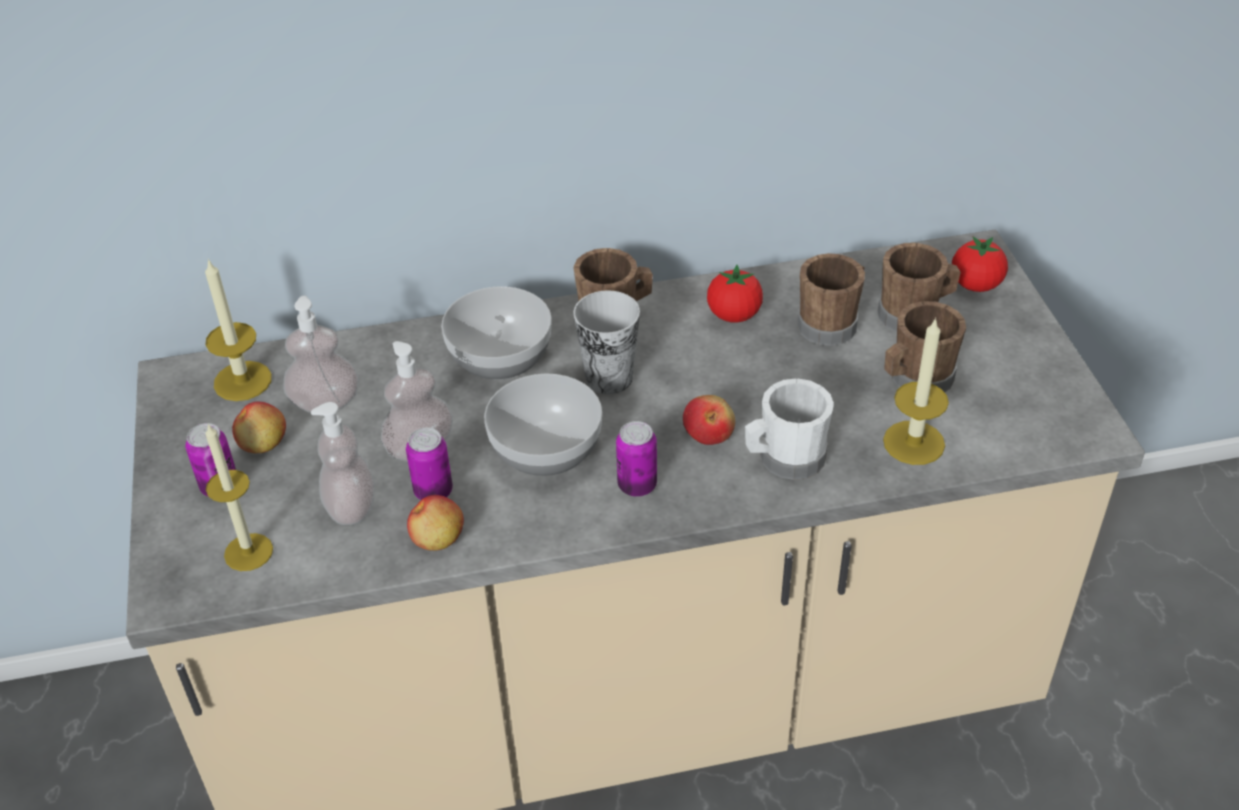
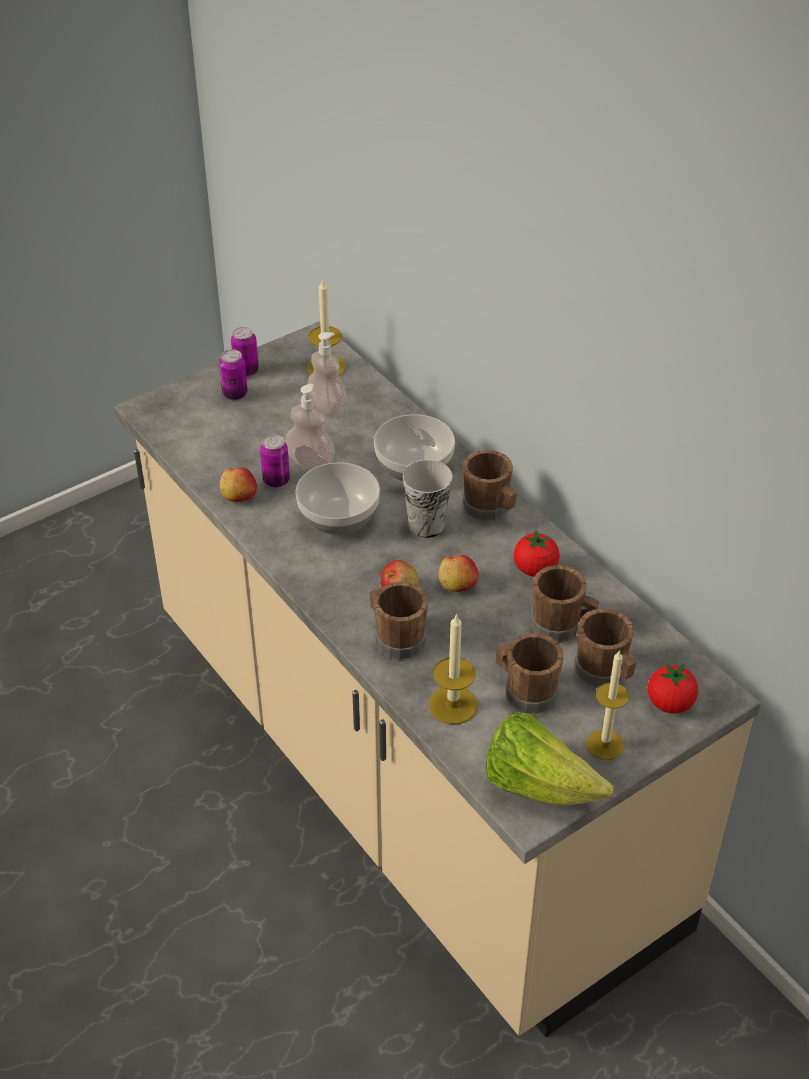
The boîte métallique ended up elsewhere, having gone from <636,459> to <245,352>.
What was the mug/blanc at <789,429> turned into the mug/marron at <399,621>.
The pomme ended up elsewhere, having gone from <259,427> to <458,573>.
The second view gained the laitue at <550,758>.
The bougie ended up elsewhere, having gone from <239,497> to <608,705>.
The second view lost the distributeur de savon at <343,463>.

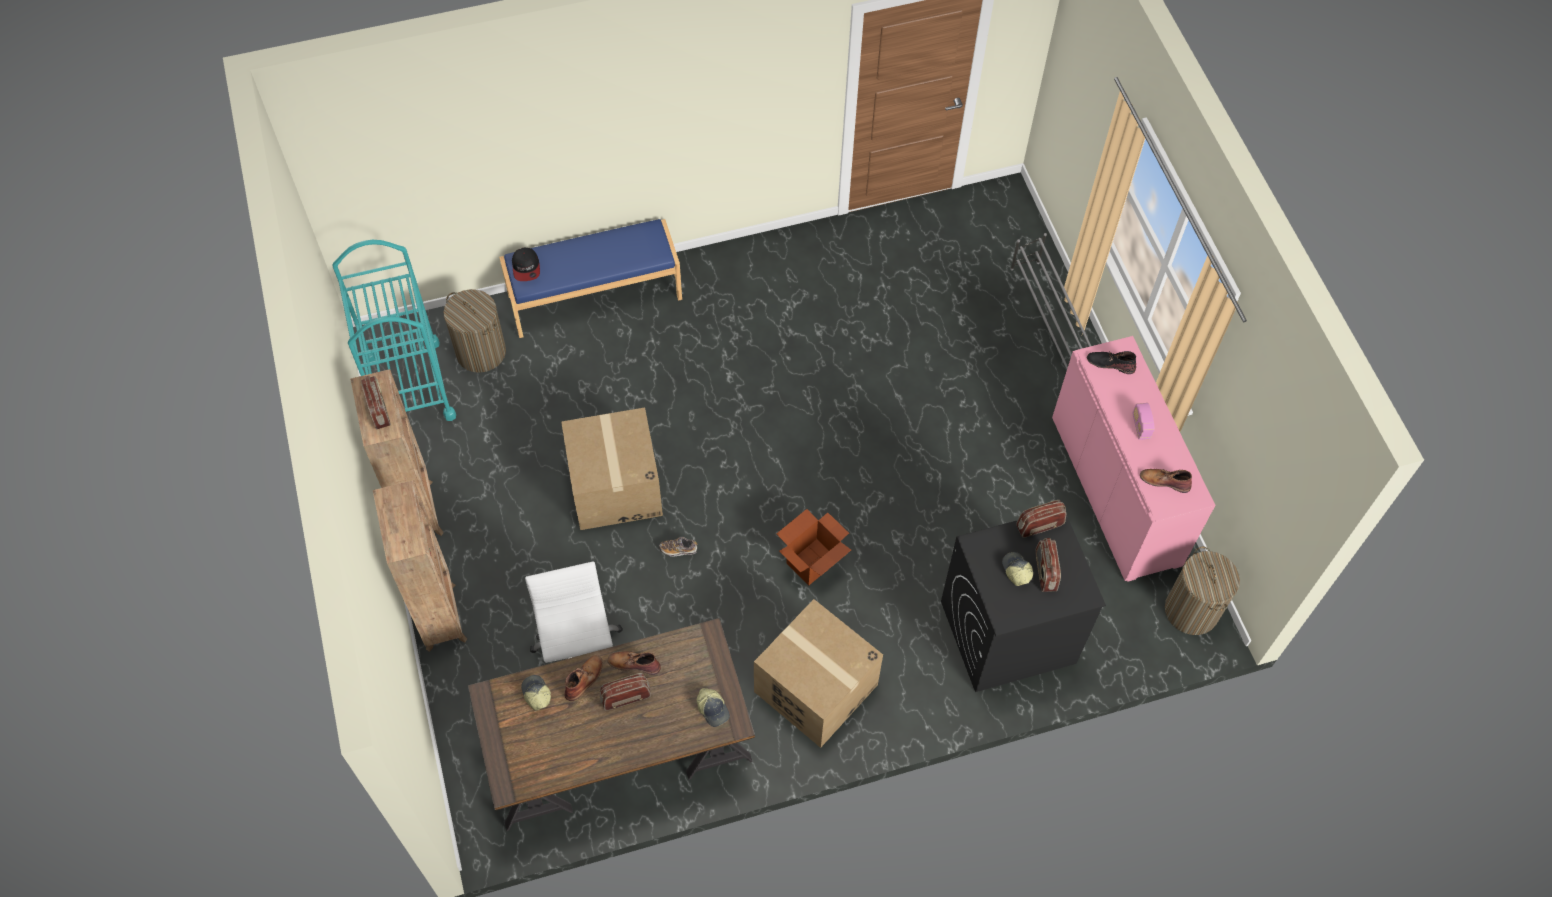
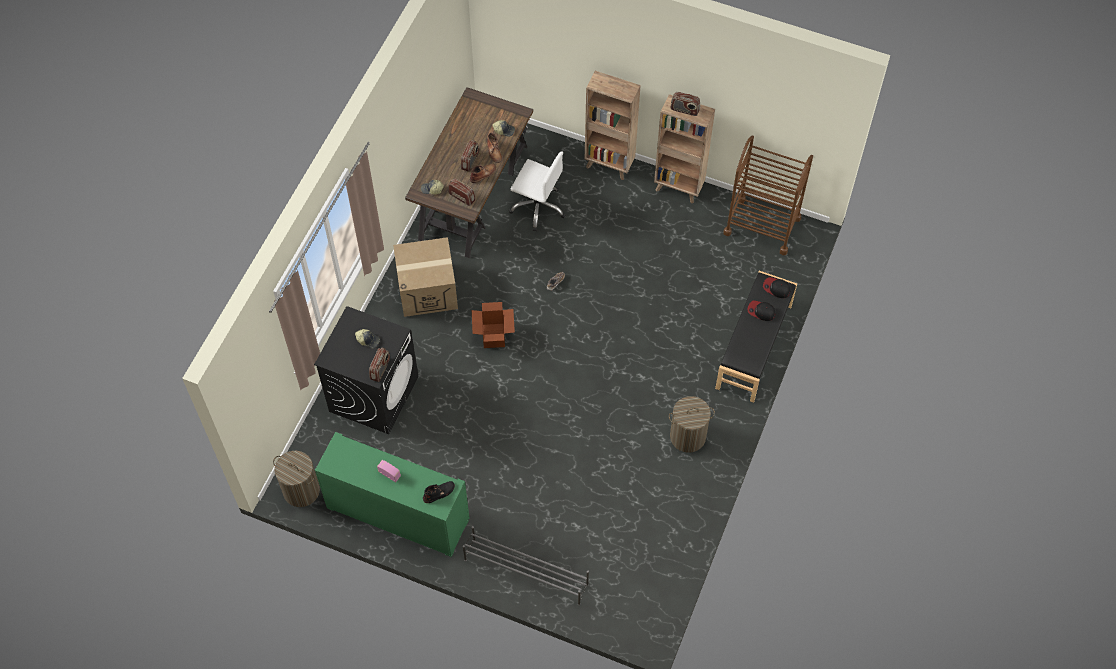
What was the meuble de rangement/rose at <1134,459> turned into the meuble de rangement/vert at <392,494>.
The radio ended up elsewhere, having gone from <1048,565> to <462,192>.
The panier à linge ended up elsewhere, having gone from <474,331> to <692,424>.
What was the banc/bleu at <590,278> turned into the banc/noir at <756,337>.
What was the chariot/turquoise at <394,330> turned into the chariot/marron at <768,195>.
The second view gained the casquette at <761,311>.
The second view lost the carton at <612,468>.
The second view lost the botte/marron at <1166,481>.

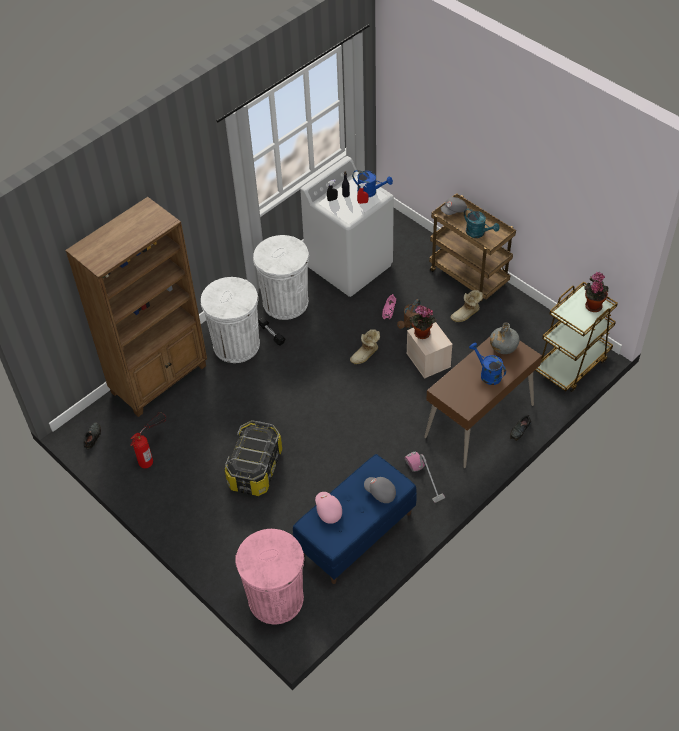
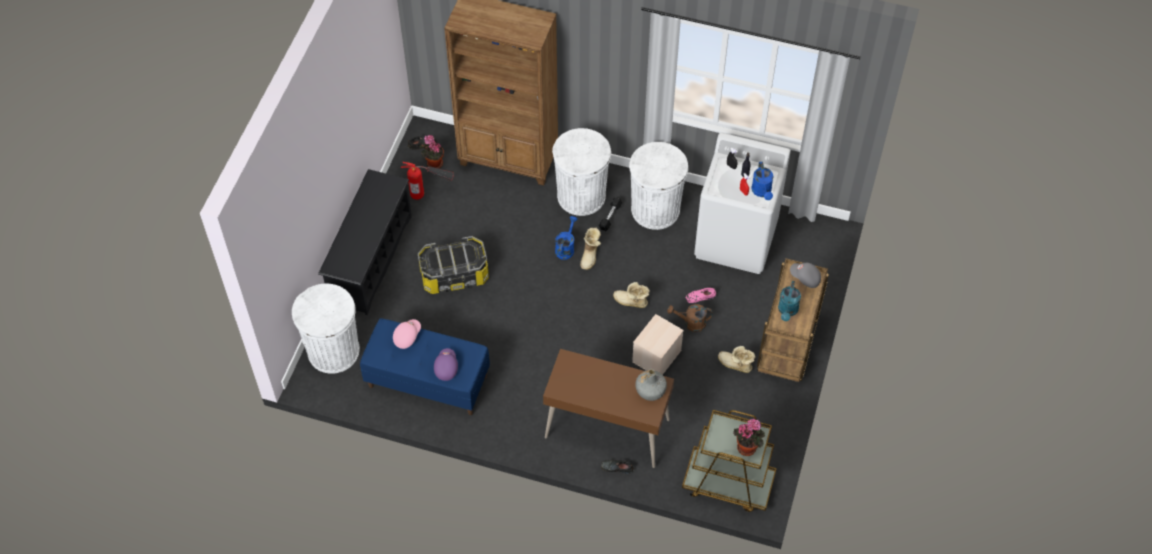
What was the poubelle/rose at <269,577> turned into the poubelle/blanc at <325,328>.
The second view gained the étagère à chaussures/noir at <365,242>.
The plante en pot ended up elsewhere, having gone from <423,322> to <432,151>.
What was the casquette/gris at <380,490> turned into the casquette/violet at <446,364>.
The arrosoir/bleu ended up elsewhere, having gone from <487,363> to <566,238>.
The second view gained the botte at <590,249>.
The second view lost the aspirateur at <425,477>.

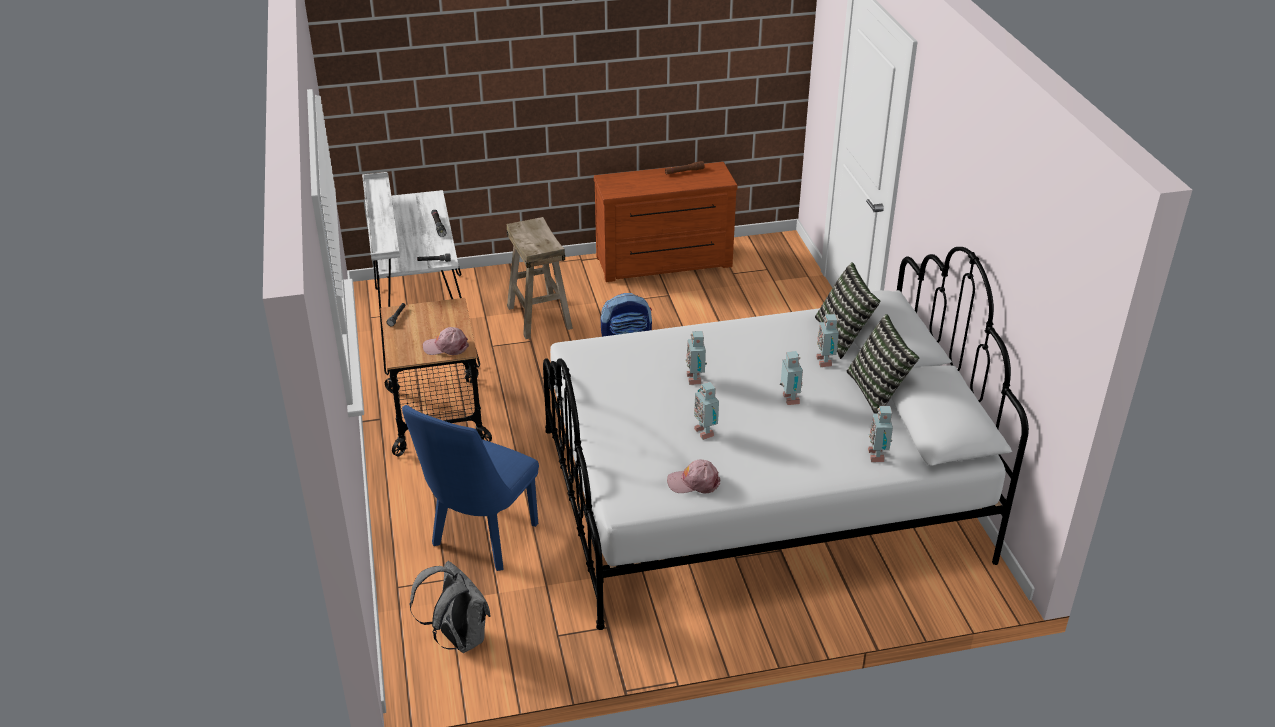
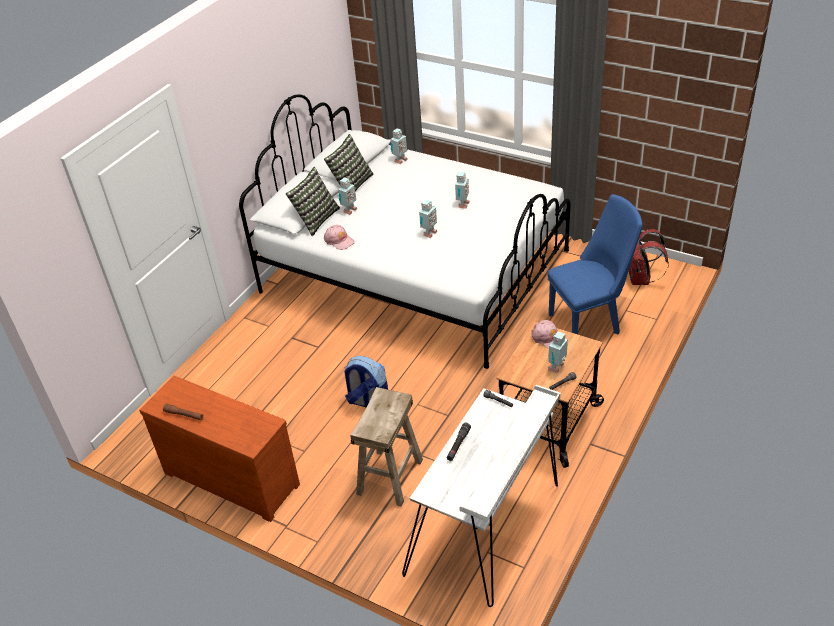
The casquette/rose ended up elsewhere, having gone from <693,476> to <339,237>.
The robot jouet ended up elsewhere, having gone from <791,378> to <558,352>.
What was the sac à dos/gris at <450,607> turned into the sac à dos/rouge at <649,257>.

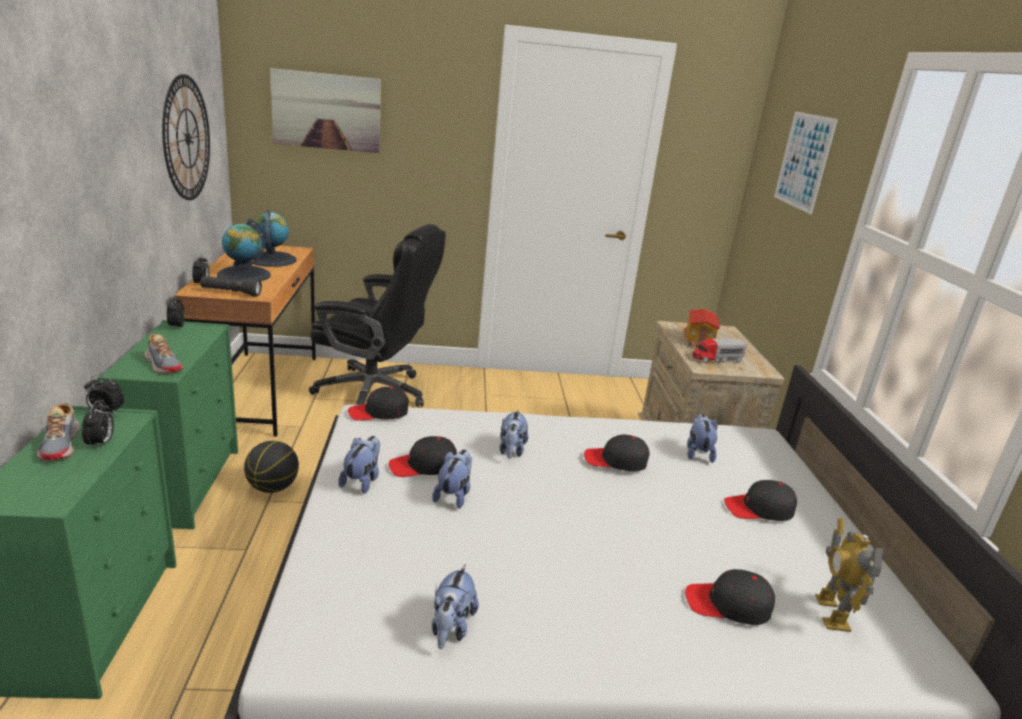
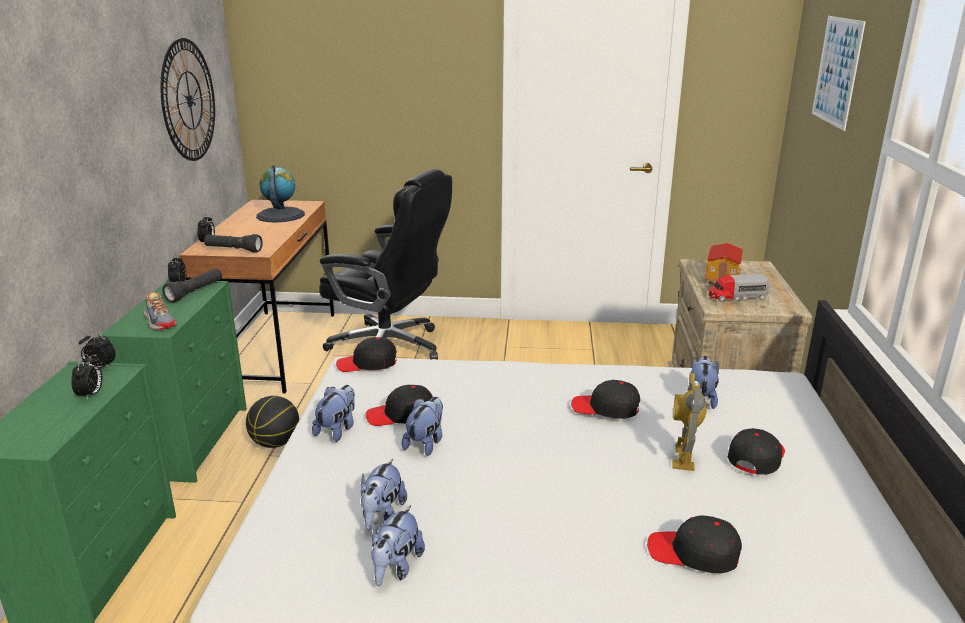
The second view gained the lampe de poche/noir at <192,285>.
The peluche ended up elsewhere, having gone from <514,434> to <384,494>.
The robot jouet ended up elsewhere, having gone from <849,575> to <689,422>.
The casquette/noir at <760,500> ended up facing another way, 120 degrees clockwise from before.
The second view lost the chaussure at <58,431>.
The second view lost the globe at <244,249>.
The second view lost the tableau at <325,110>.

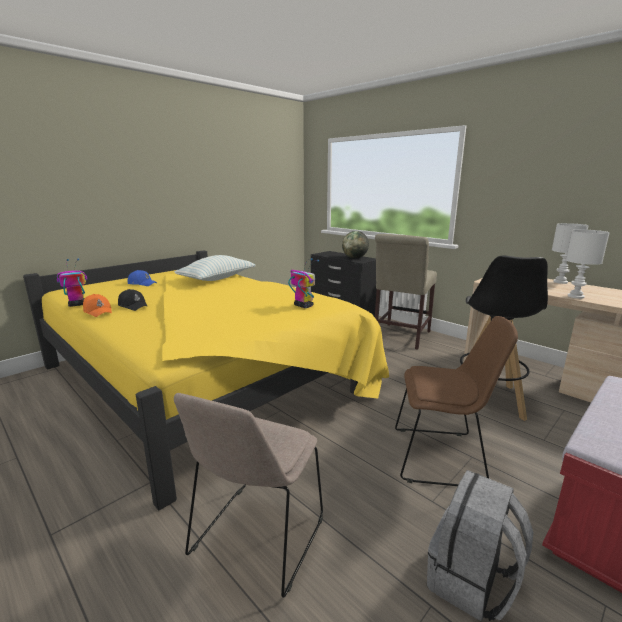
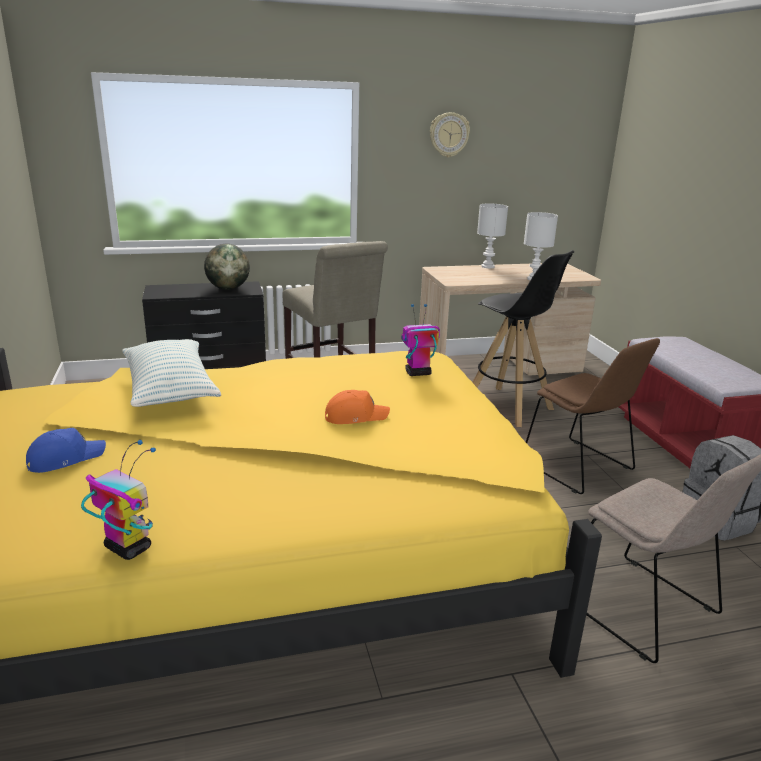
The robot jouet at <72,282> ended up facing another way, 120 degrees clockwise from before.
The casquette/orange ended up elsewhere, having gone from <97,305> to <357,407>.
The second view gained the horloge murale at <450,135>.
The chaise/marron at <456,401> ended up facing another way, 105 degrees clockwise from before.
The second view lost the casquette/noir at <133,300>.

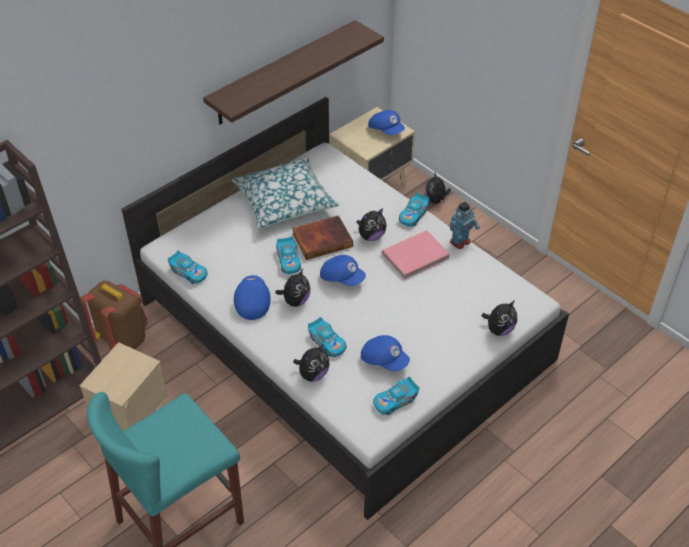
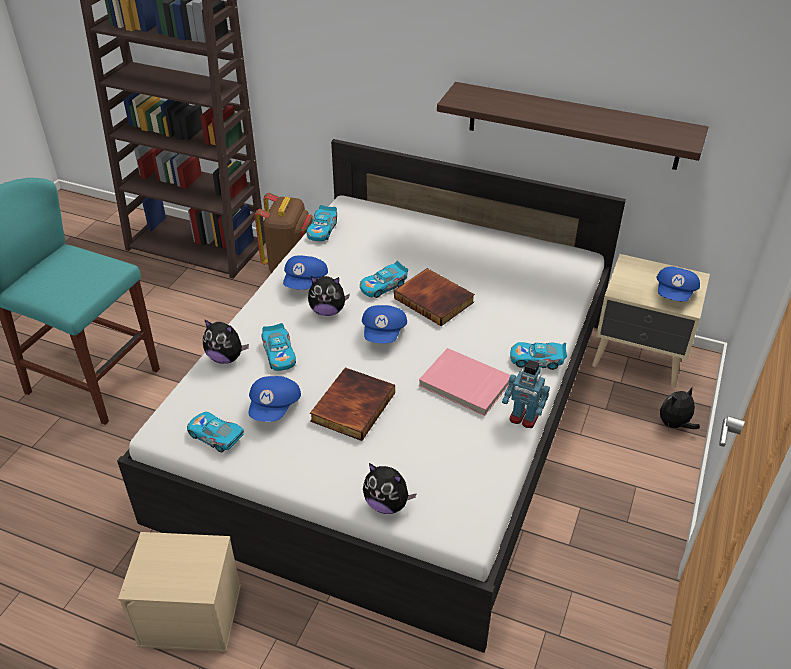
The boîte de rangement/beige ended up elsewhere, having gone from <123,386> to <179,592>.
The petite voiture at <327,337> ended up facing another way, 45 degrees counterclockwise from before.
The casquette/bleu at <252,297> ended up facing another way, 135 degrees clockwise from before.
The second view gained the livre at <352,404>.
The second view lost the coussin at <285,193>.
The second view lost the peluche at <371,224>.

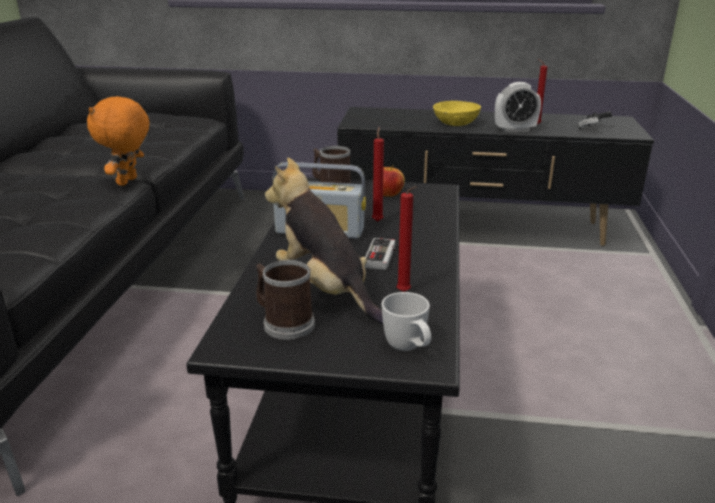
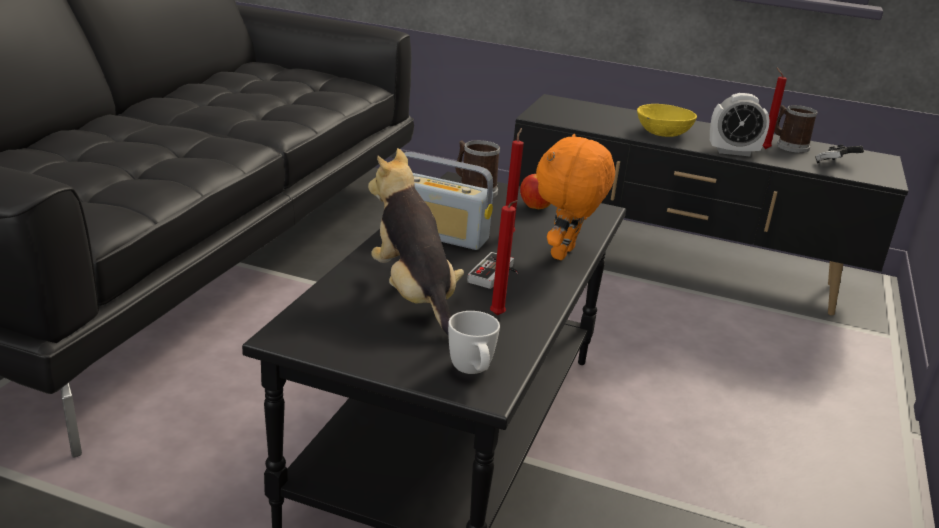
The peluche/orange ended up elsewhere, having gone from <118,141> to <575,197>.
The mug ended up elsewhere, having gone from <285,300> to <795,129>.

